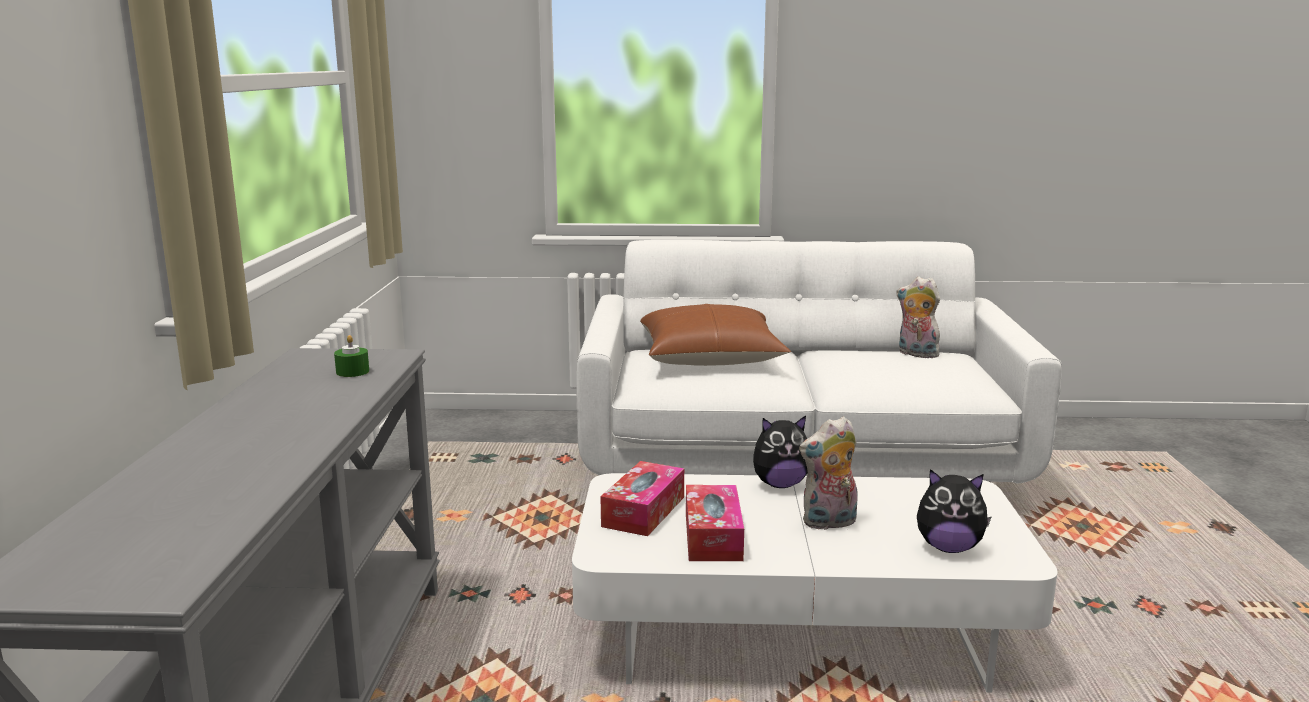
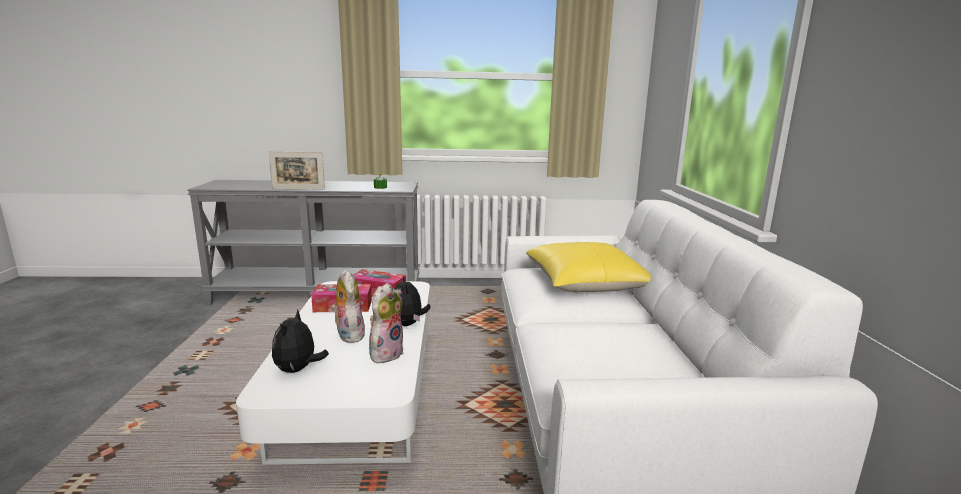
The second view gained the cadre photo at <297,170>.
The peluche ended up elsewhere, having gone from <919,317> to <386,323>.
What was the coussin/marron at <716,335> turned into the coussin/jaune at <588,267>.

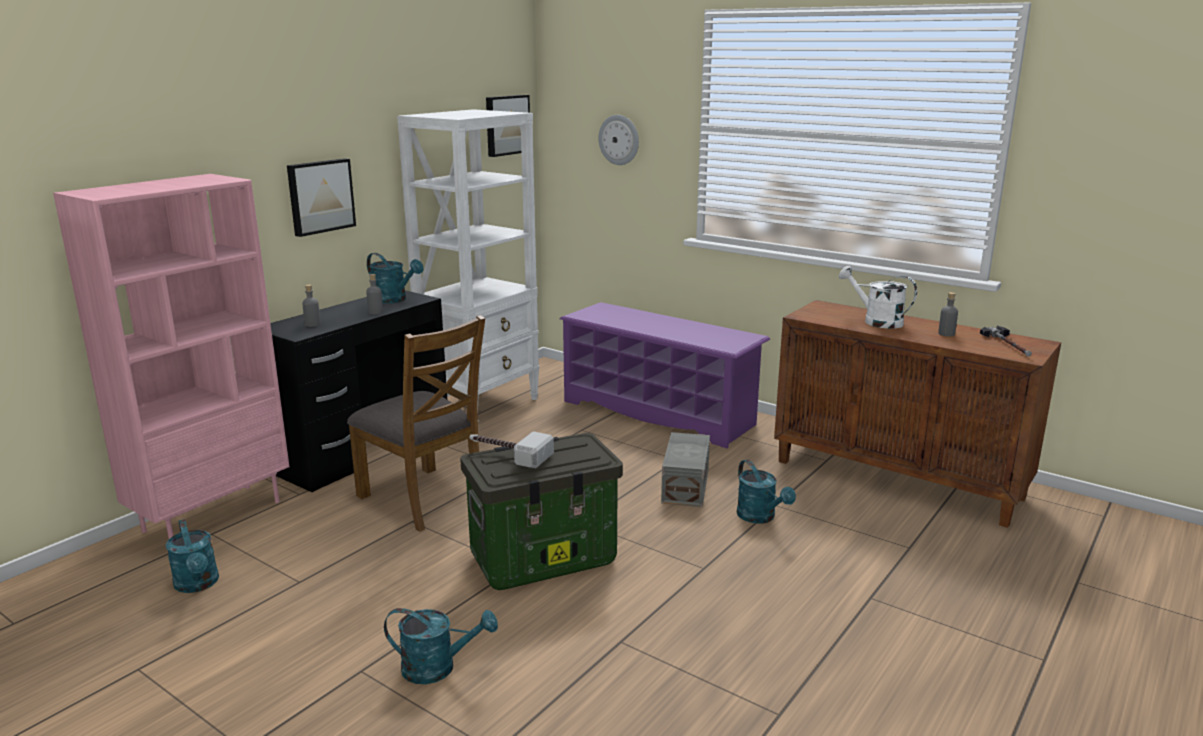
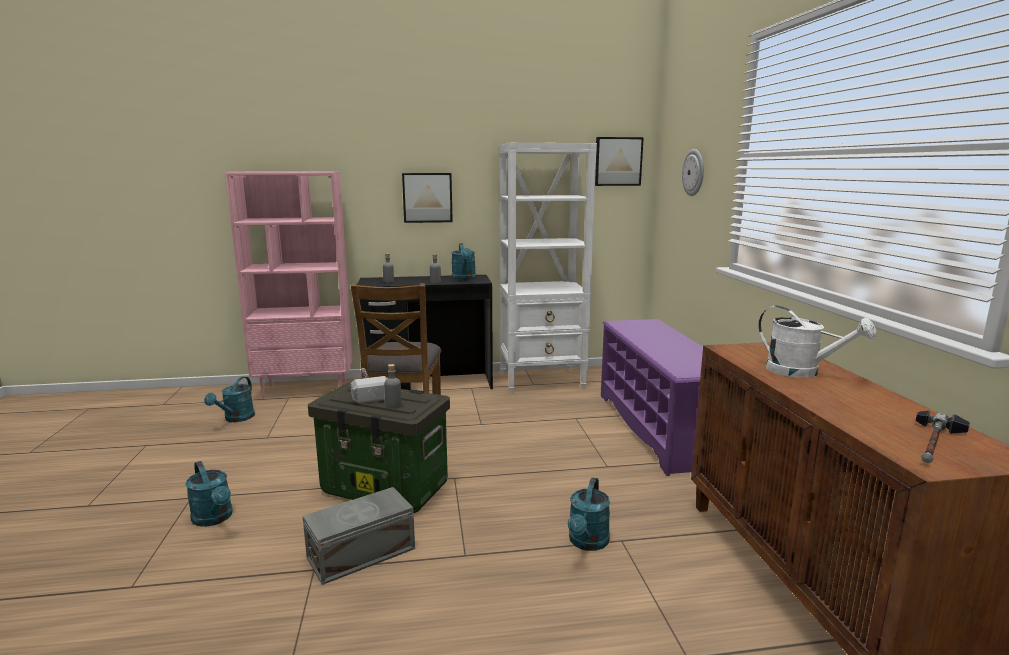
The boîte de rangement/gris ended up elsewhere, having gone from <685,469> to <359,536>.
The bouteille/gris ended up elsewhere, having gone from <948,314> to <393,386>.
The arrosoir/blanc at <878,297> ended up facing another way, 135 degrees clockwise from before.

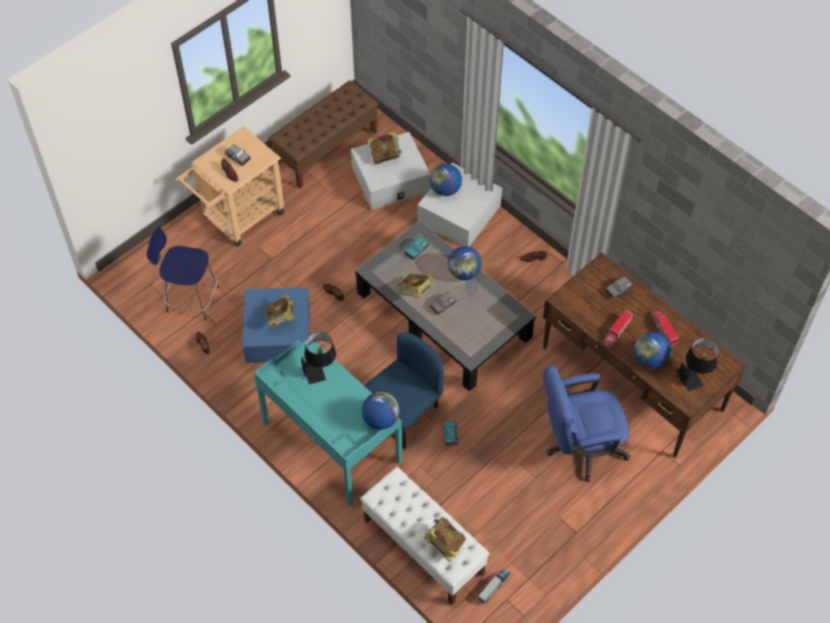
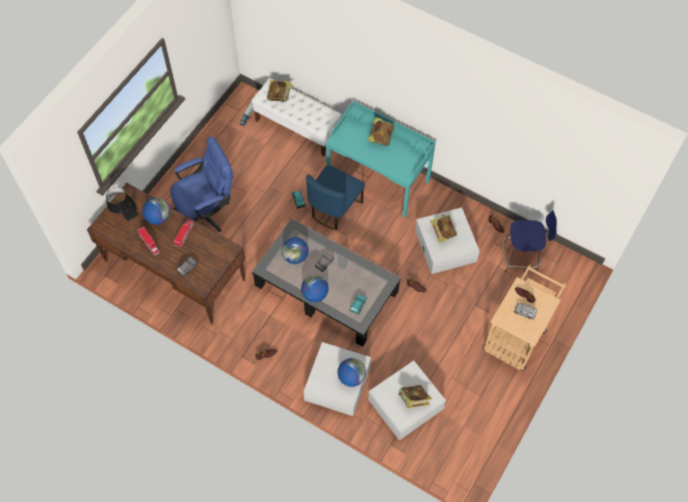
The globe ended up elsewhere, having gone from <380,411> to <295,250>.
The livre ended up elsewhere, having gone from <415,286> to <381,132>.
What was the boîte de rangement/bleu at <276,325> turned into the boîte de rangement/blanc at <447,241>.
The second view lost the banc/marron at <323,134>.
The second view lost the lampe de table/noir at <318,358>.

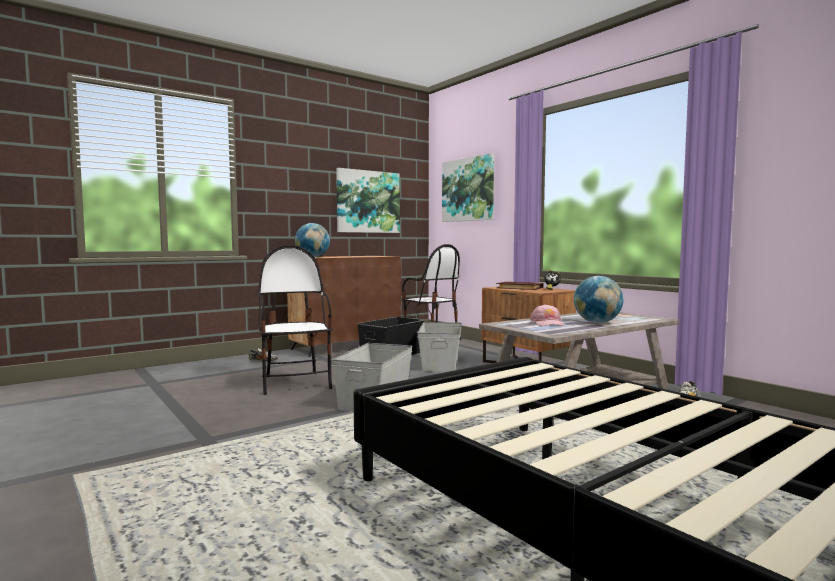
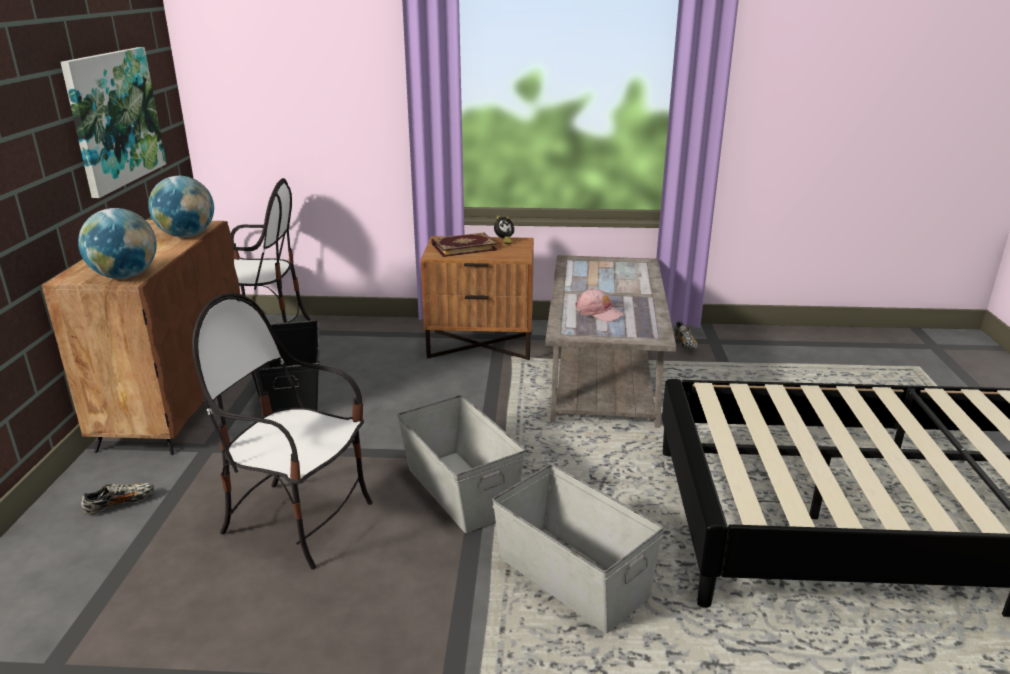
The globe ended up elsewhere, having gone from <599,299> to <181,206>.
The boîte de rangement/gris ended up elsewhere, having gone from <439,347> to <578,548>.
The second view lost the tableau at <468,187>.

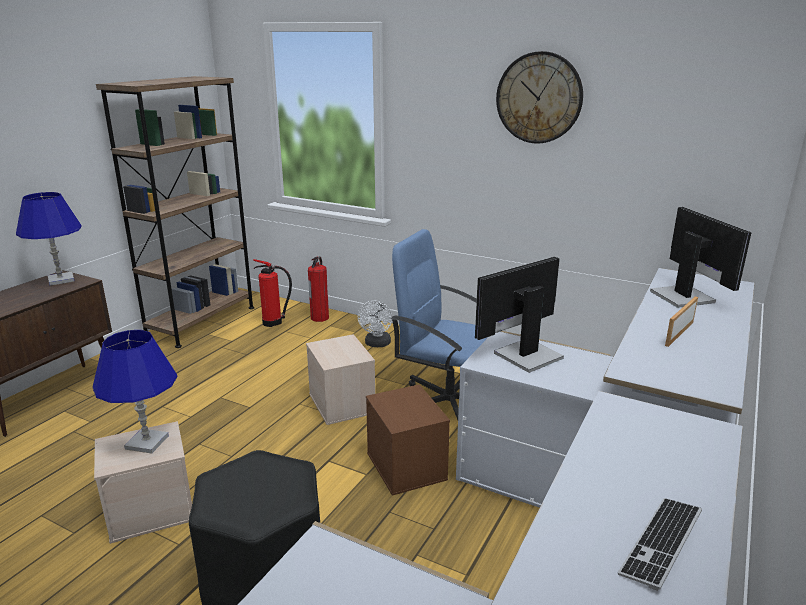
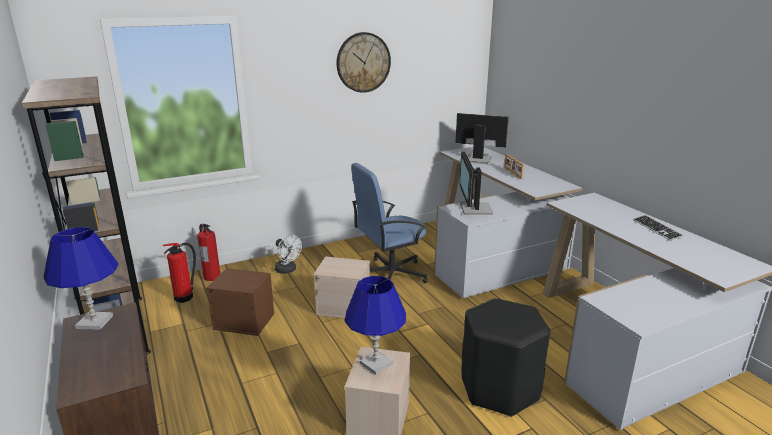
The boîte de rangement/marron ended up elsewhere, having gone from <408,440> to <240,302>.

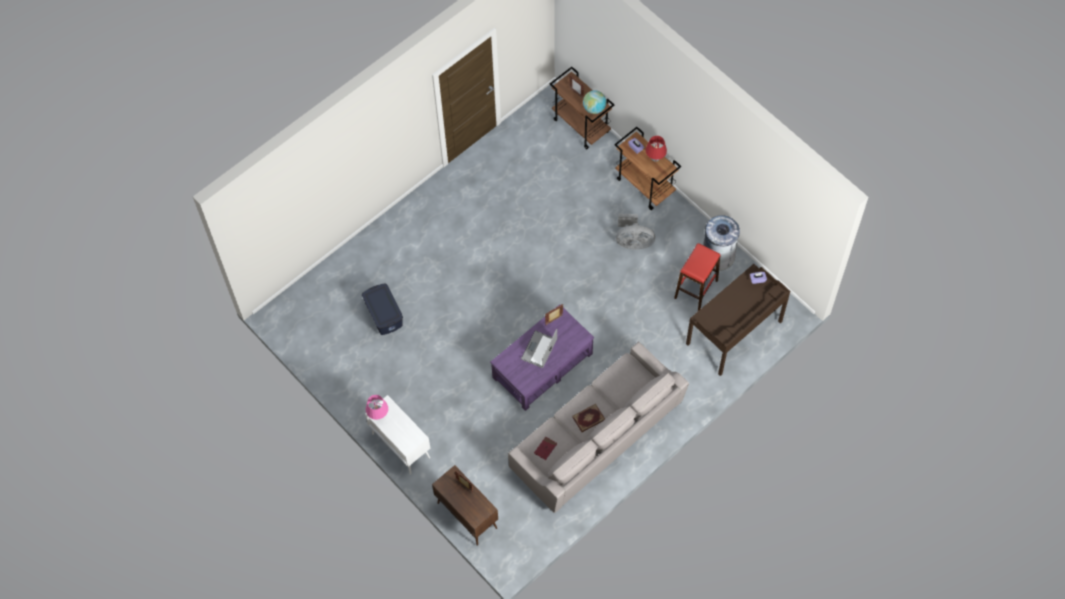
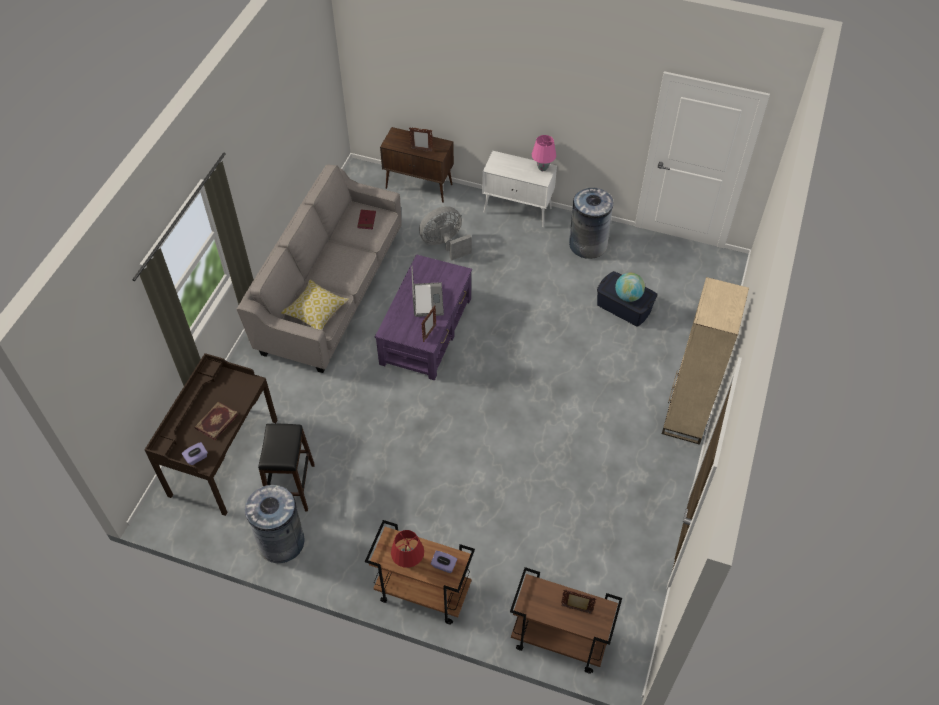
The livre ended up elsewhere, having gone from <588,418> to <216,421>.
What was the tabouret/rouge at <697,277> turned into the tabouret/noir at <286,467>.
The second view gained the coussin at <315,305>.
The ventilateur/gris ended up elsewhere, having gone from <635,232> to <445,233>.
The second view gained the poubelle/gris at <591,223>.
The globe ended up elsewhere, having gone from <594,102> to <630,287>.
The second view gained the bibliothèque/beige at <705,361>.

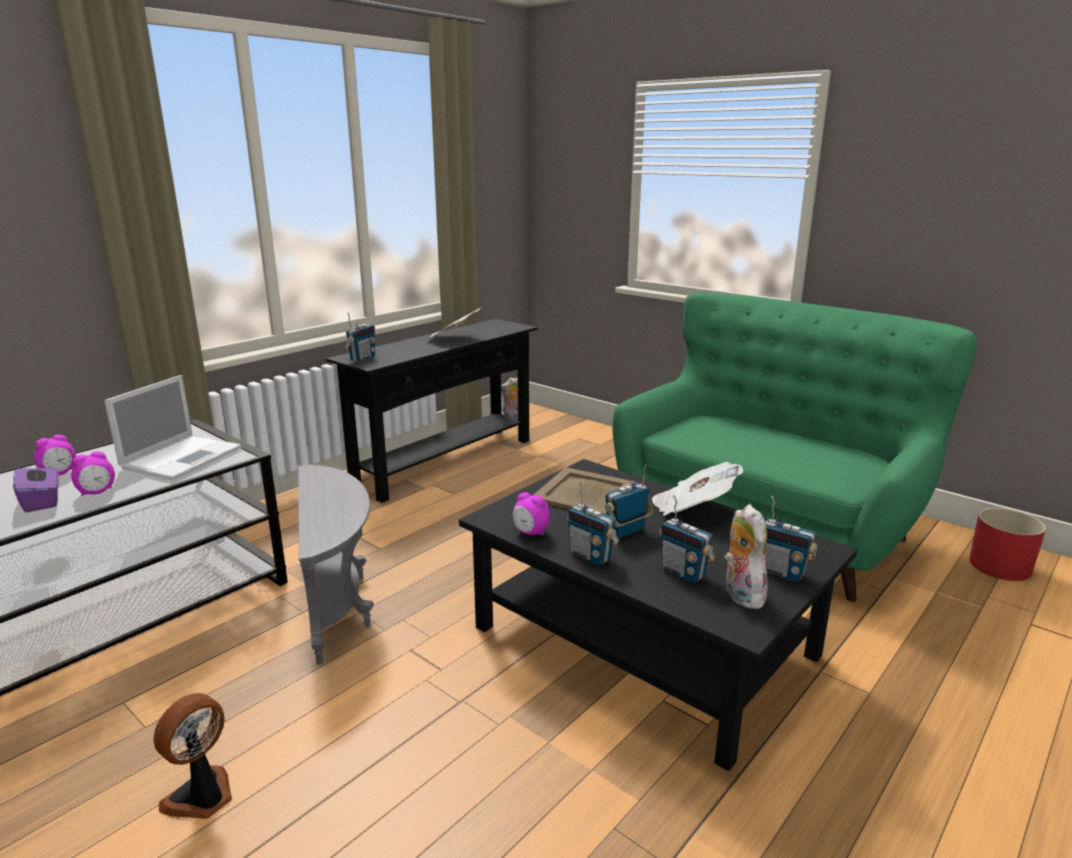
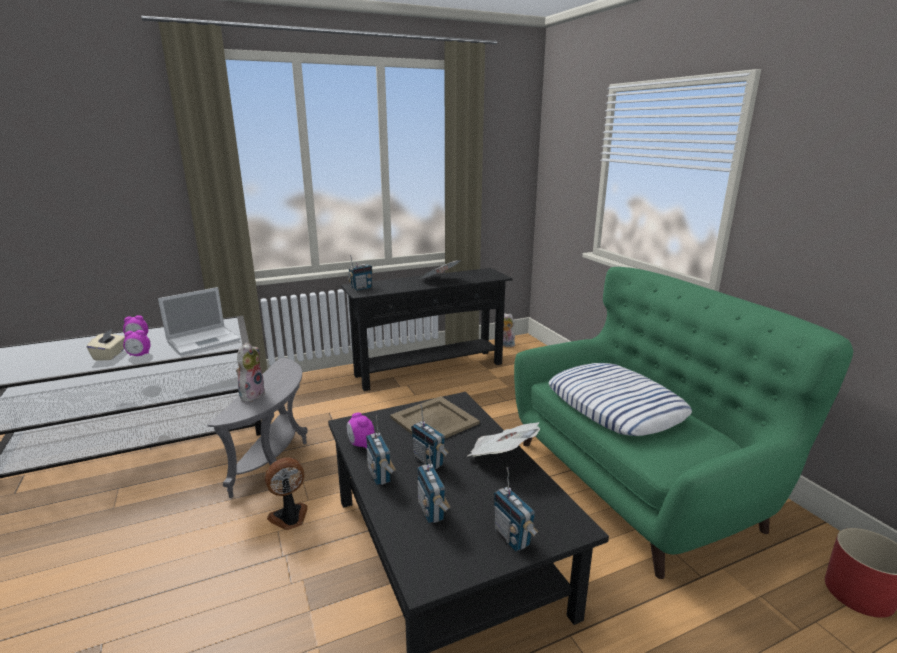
What was the boîte à mouchoirs/violet at <36,486> turned into the boîte à mouchoirs/beige at <106,345>.
The peluche ended up elsewhere, having gone from <746,556> to <251,372>.
The ventilateur ended up elsewhere, having gone from <192,756> to <286,494>.
The radio at <629,501> ended up facing another way, 120 degrees counterclockwise from before.
The second view gained the coussin at <620,399>.

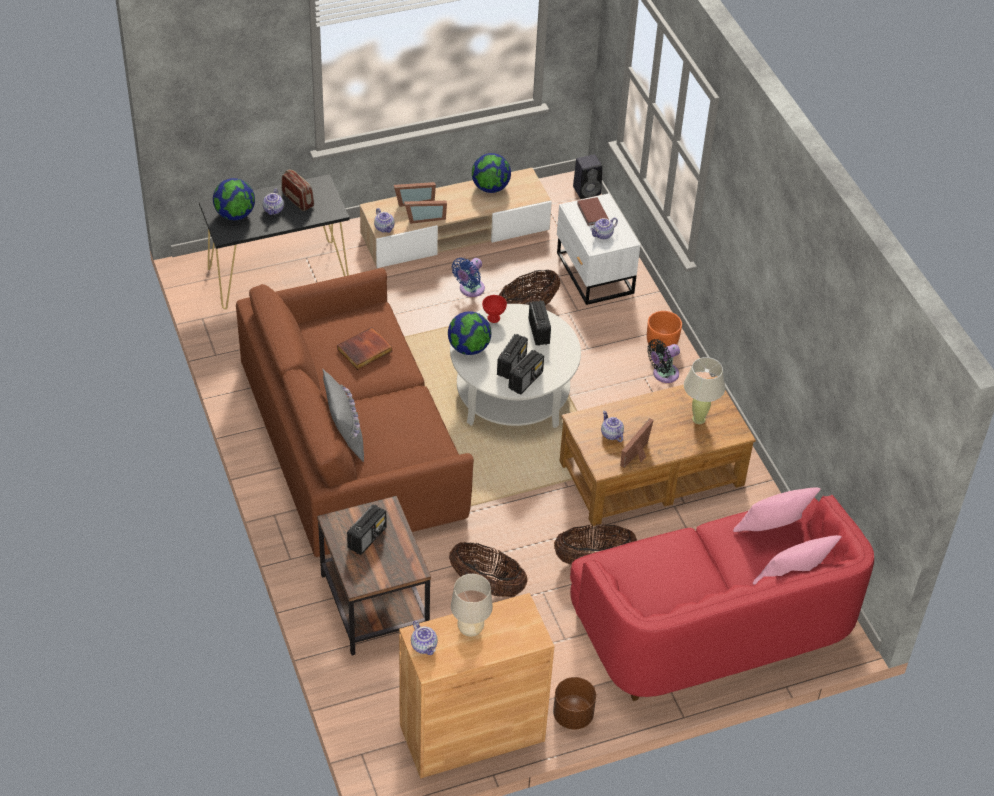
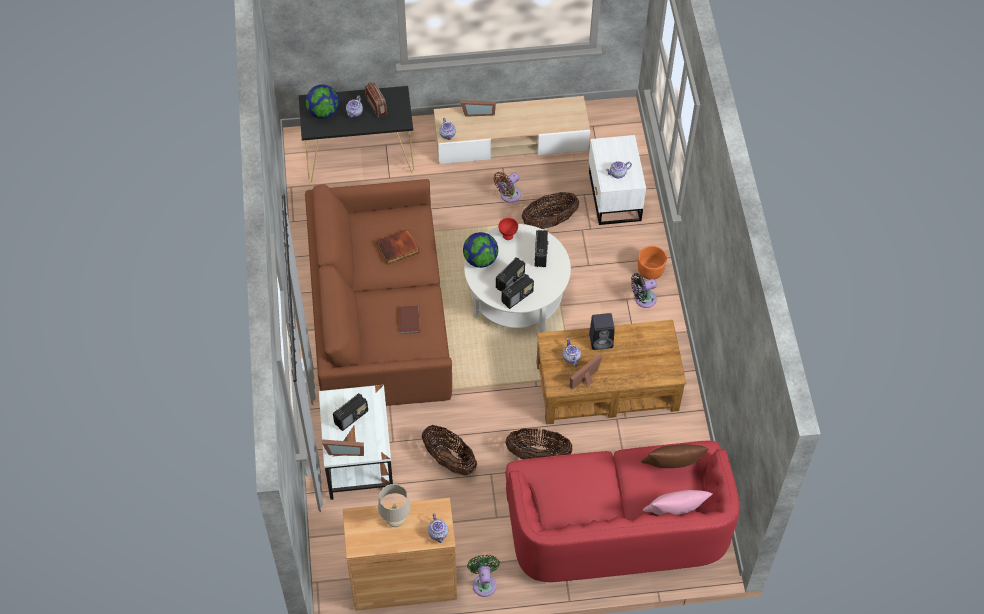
What was the table d'appoint/marron at <374,575> turned into the table d'appoint/blanc at <356,442>.
The cadre photo ended up elsewhere, having gone from <425,212> to <343,447>.
The livre/marron ended up elsewhere, having gone from <593,211> to <409,320>.
The théière ended up elsewhere, having gone from <424,637> to <438,528>.
Where the cache-pot/marron stood at <574,703>, the ventilateur/vert came to stand at <483,576>.
What was the ventilateur/bleu at <468,277> turned into the ventilateur/marron at <507,187>.
The enceinte/noir ended up elsewhere, having gone from <587,176> to <602,331>.
What was the coussin/rose at <777,509> turned into the coussin/marron at <675,456>.
The second view lost the coussin/gris at <343,415>.
The second view lost the globe at <491,173>.
The second view lost the lampe de table/beige at <704,390>.

